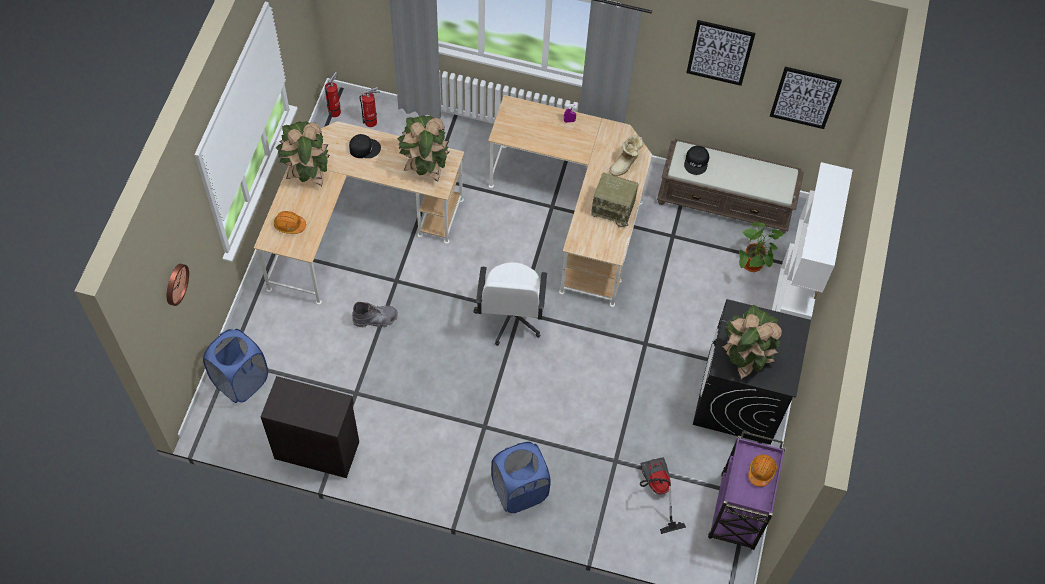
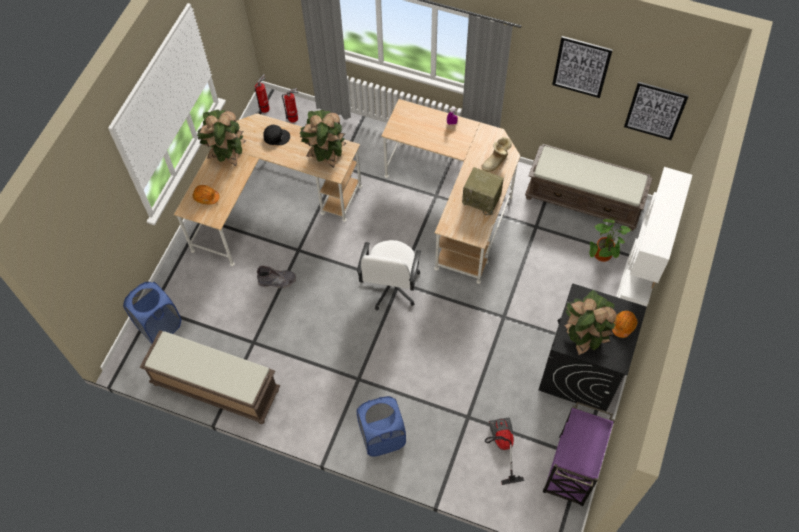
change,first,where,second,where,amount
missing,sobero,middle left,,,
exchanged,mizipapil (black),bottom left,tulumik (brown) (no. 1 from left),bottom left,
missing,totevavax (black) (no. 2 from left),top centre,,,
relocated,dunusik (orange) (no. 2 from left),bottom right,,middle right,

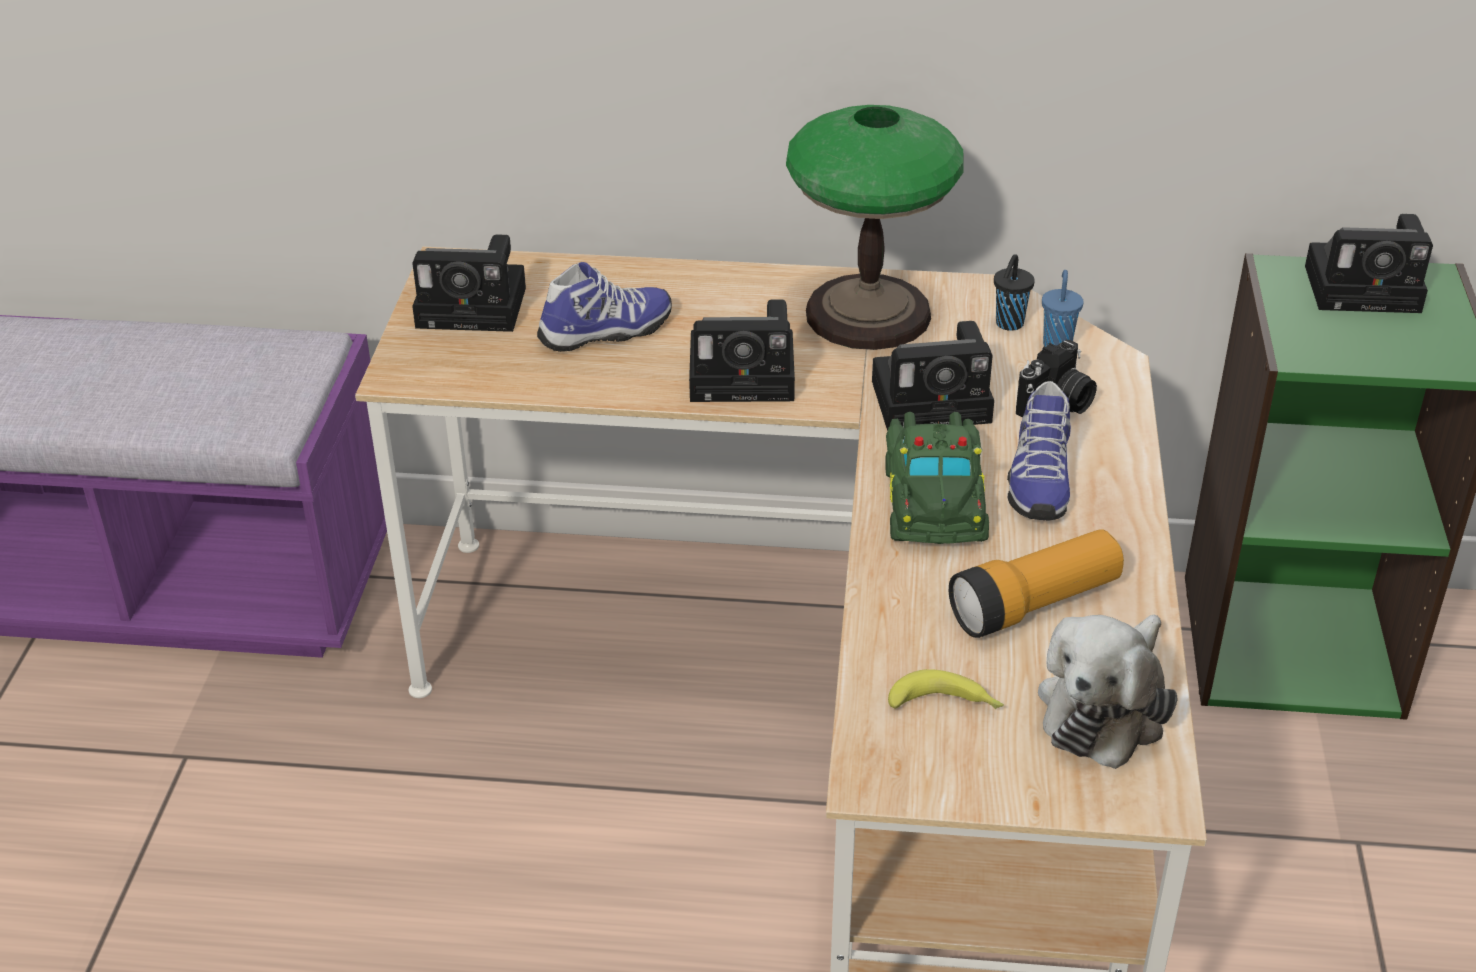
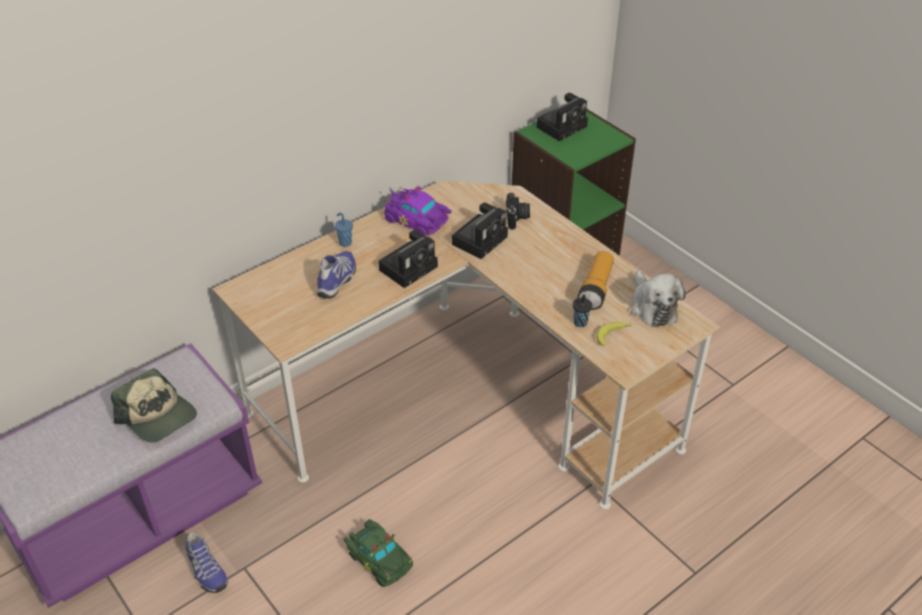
change,first,where,second,where,amount
missing,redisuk (no. 1 from left),top left,,,
exchanged,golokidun,top centre,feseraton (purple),centre,
relocated,feseraton (green),centre,,bottom centre,
relocated,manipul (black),top right,,centre,
relocated,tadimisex (no. 2 from left in the first image),middle right,tadimisex (no. 1 from left),bottom left,
relocated,manipul (blue),top right,,centre,
appeared,,,totevavax,middle left,

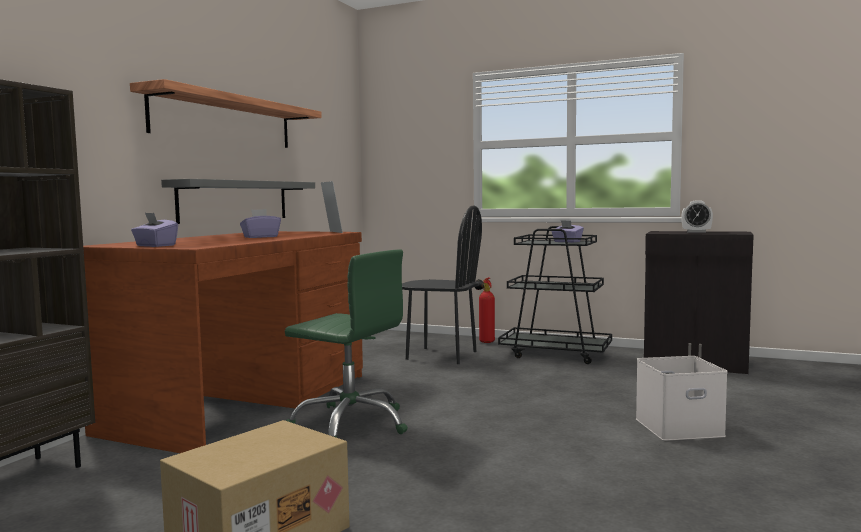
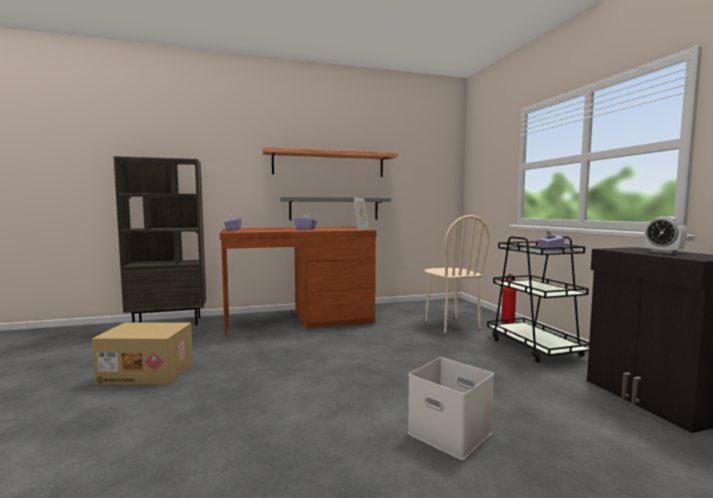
change,first,where,second,where,amount
missing,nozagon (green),centre,,,
colour,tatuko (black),centre,tatuko (beige),centre,

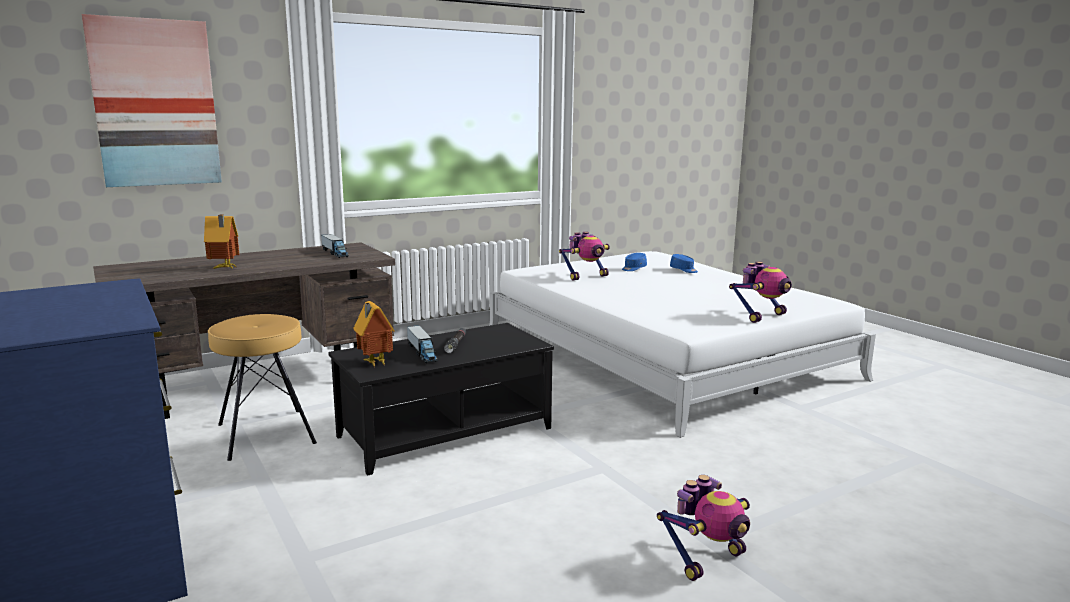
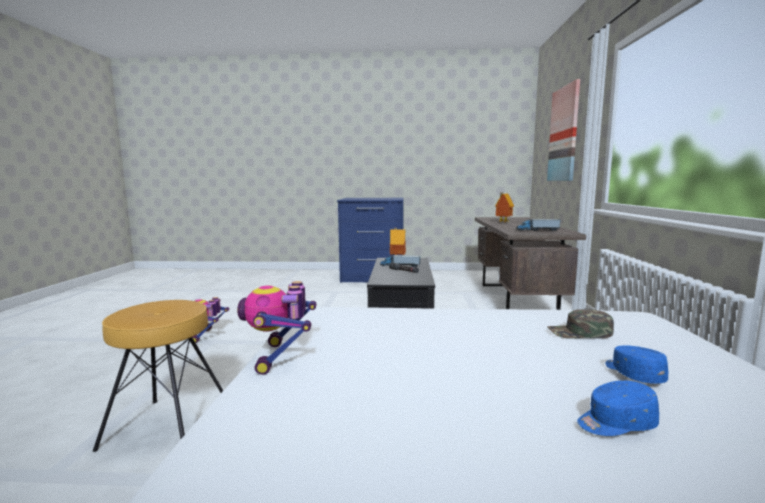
change,first,where,second,where,amount
relocated,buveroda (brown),middle left,,bottom left,
exchanged,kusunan (no. 1 from left),centre,totevavax (green),middle right,

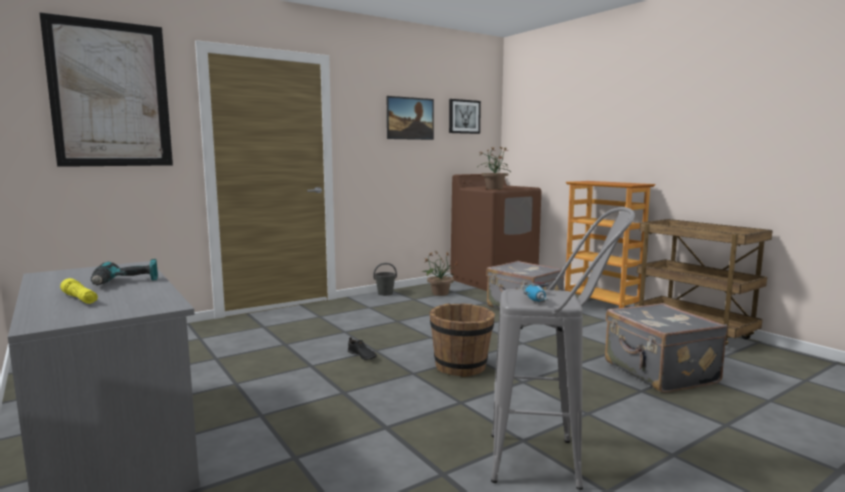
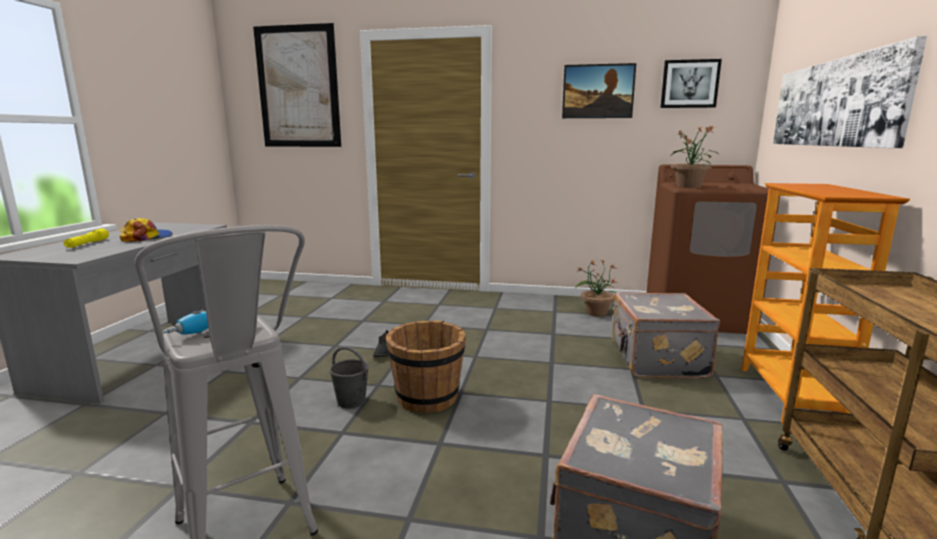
change,first,where,second,where,amount
exchanged,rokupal (no. 1 from left),middle left,totevavax,middle left,
relocated,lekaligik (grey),centre,,bottom centre,
appeared,,,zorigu (no. 4 from left),top right,

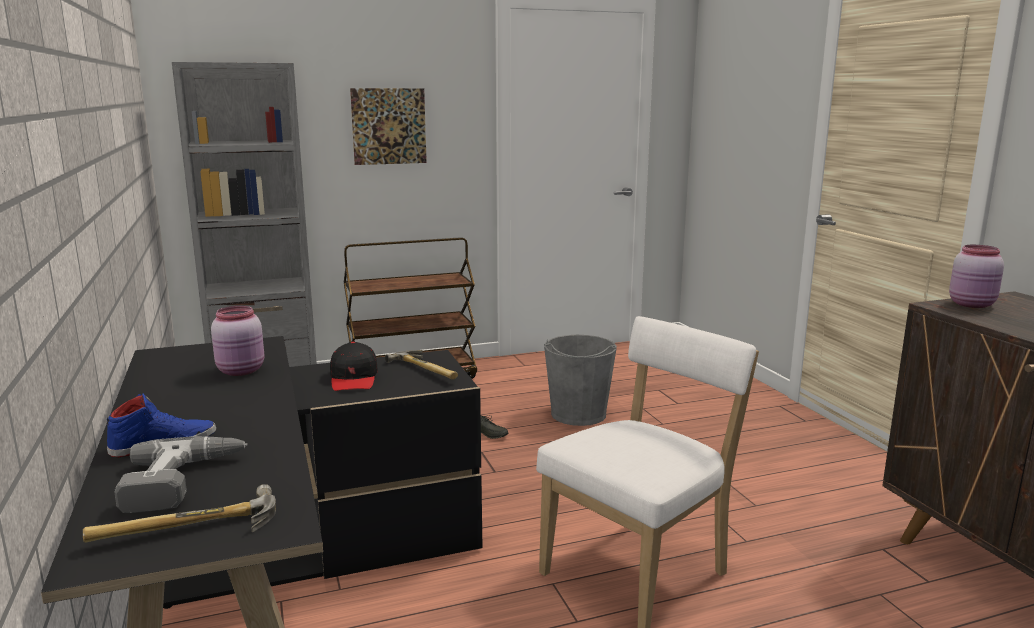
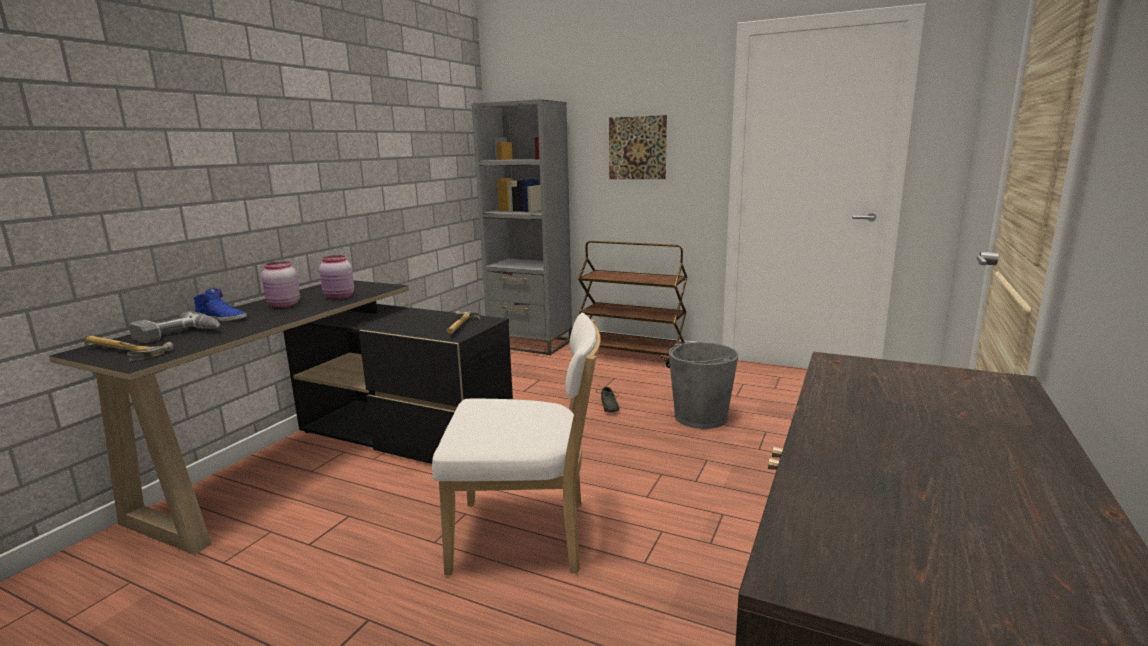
change,first,where,second,where,amount
missing,totevavax (black),centre,,,
relocated,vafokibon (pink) (no. 2 from left in the first image),middle right,vafokibon (pink) (no. 1 from left),middle left,

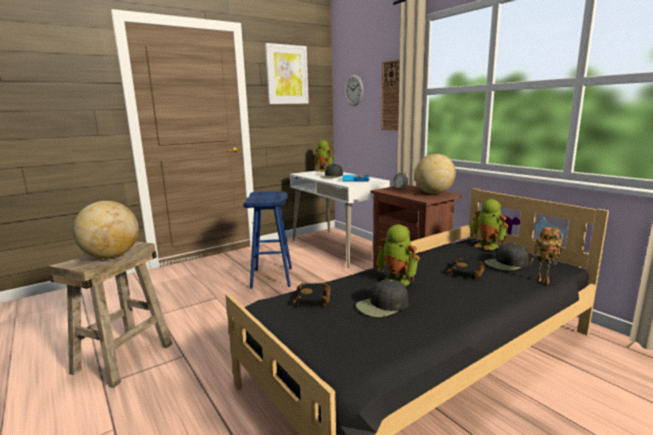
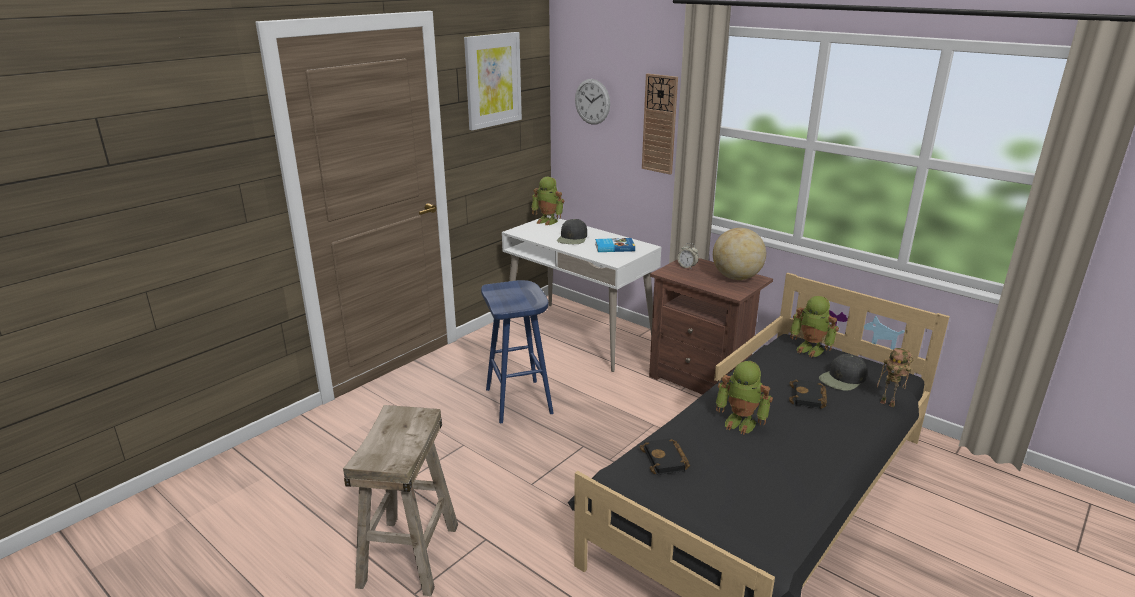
change,first,where,second,where,amount
missing,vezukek (no. 1 from left),middle left,,,
missing,totevavax (black) (no. 2 from left),bottom centre,,,

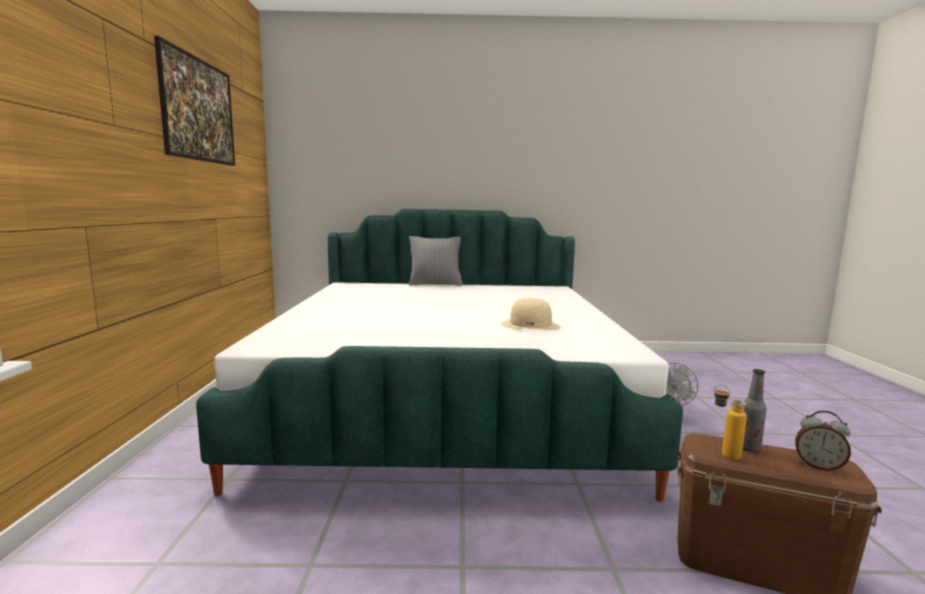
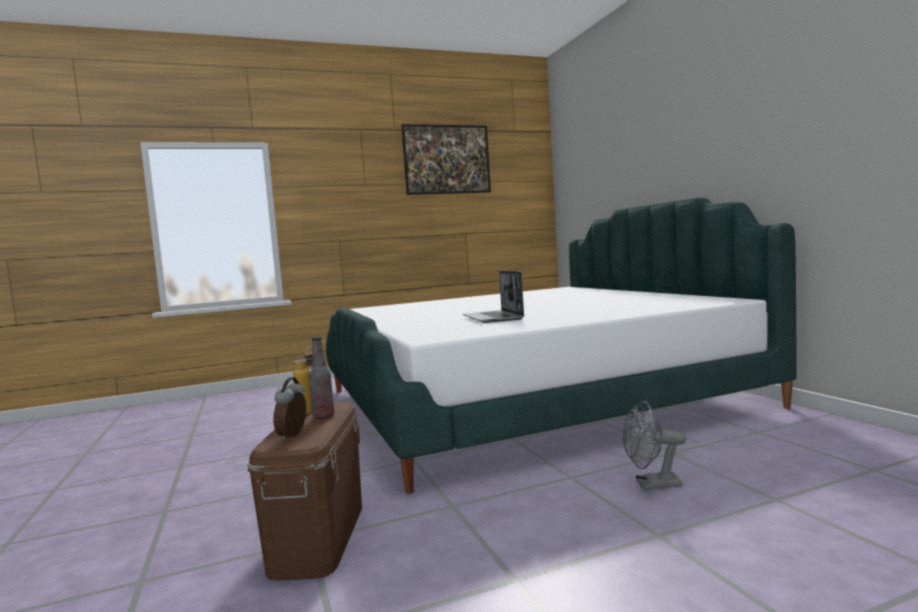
change,first,where,second,where,amount
missing,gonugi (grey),centre,,,
exchanged,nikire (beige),centre,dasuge,centre,

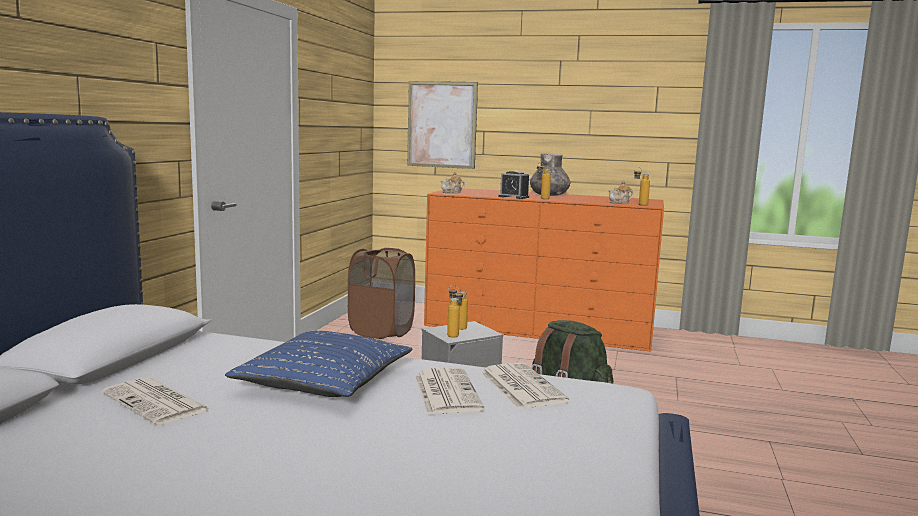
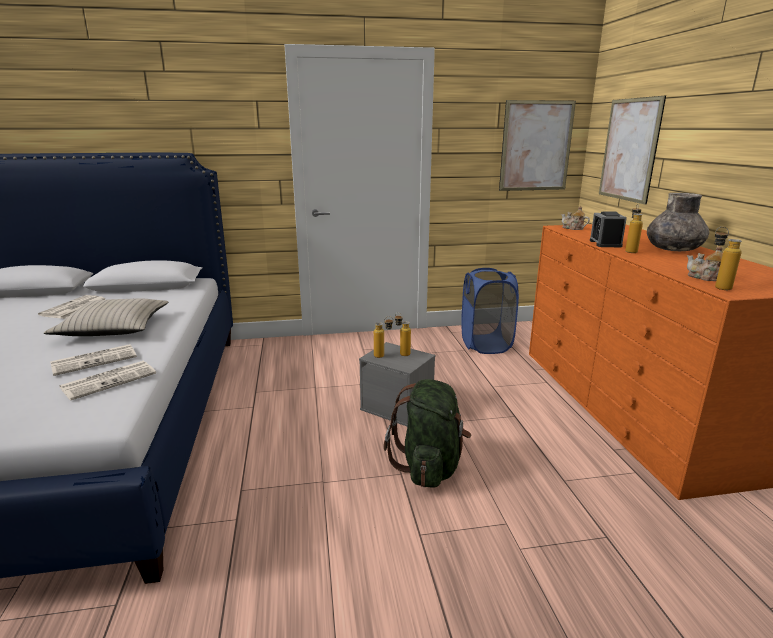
change,first,where,second,where,amount
colour,gonugi (blue),bottom centre,gonugi (beige),middle left,
colour,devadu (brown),centre,devadu (blue),centre,
appeared,,,zorigu (no. 1 from left),top right,

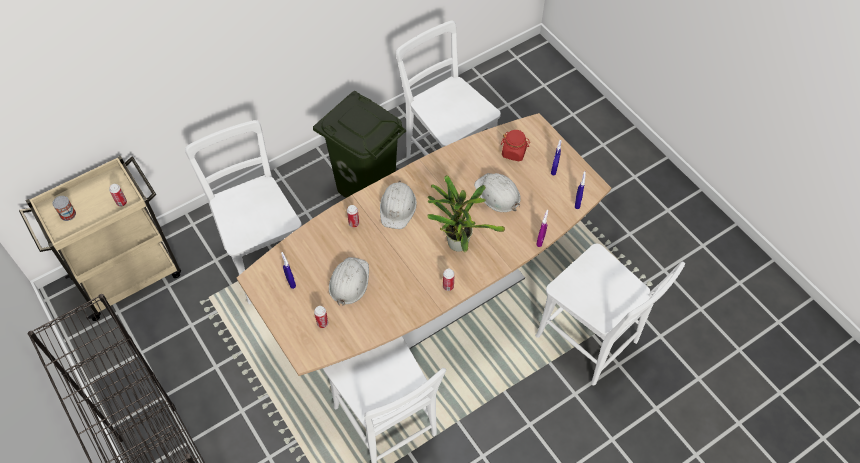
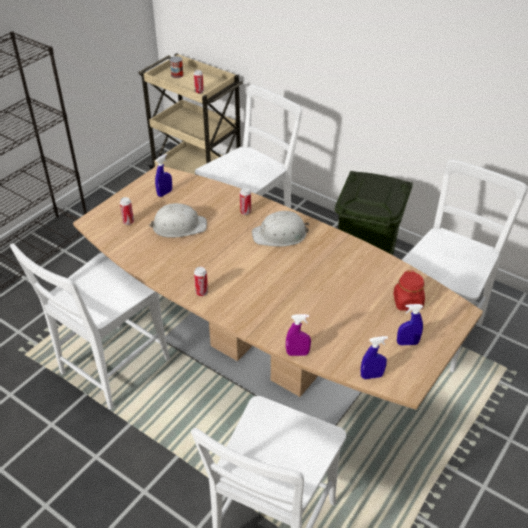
change,first,where,second,where,amount
missing,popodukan,centre,,,
missing,dunusik (white) (no. 3 from left),centre,,,

